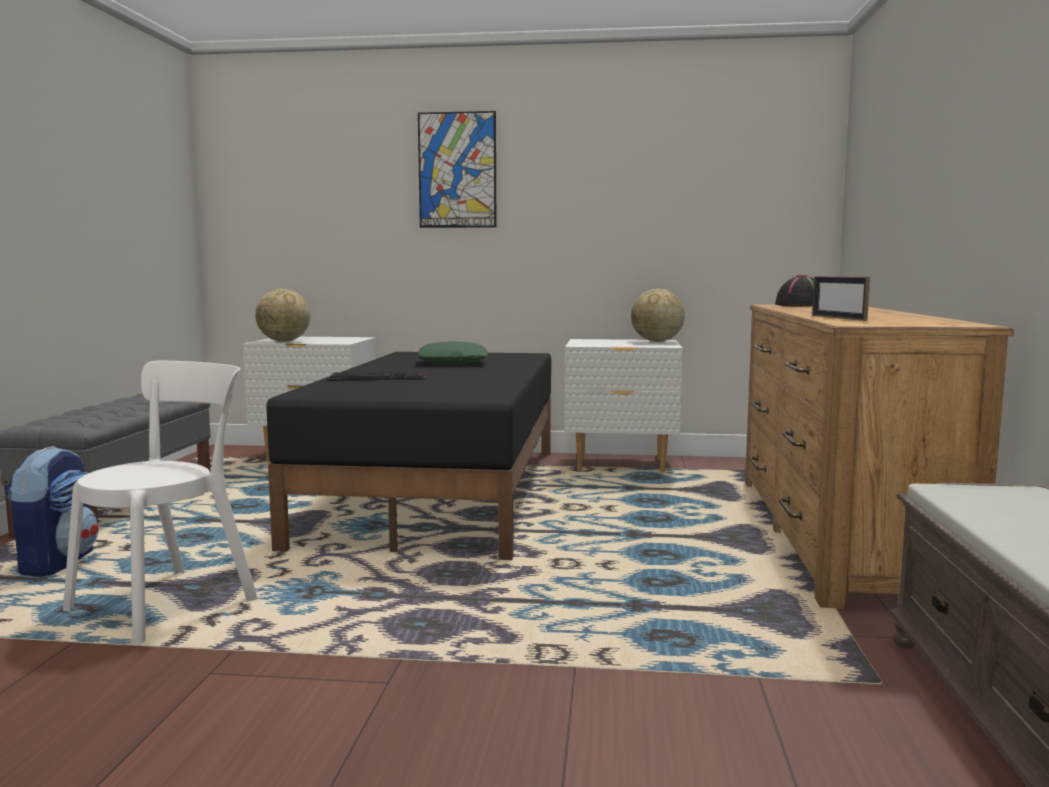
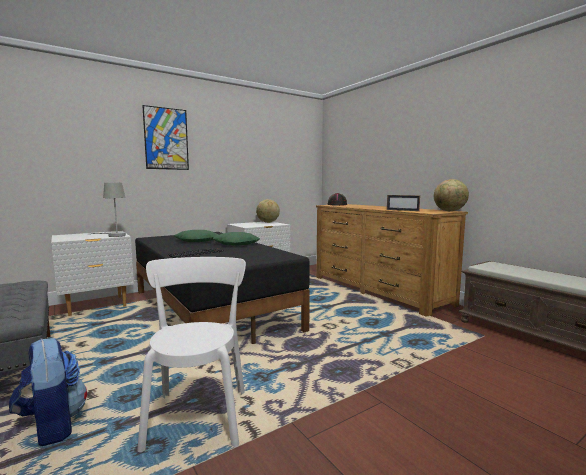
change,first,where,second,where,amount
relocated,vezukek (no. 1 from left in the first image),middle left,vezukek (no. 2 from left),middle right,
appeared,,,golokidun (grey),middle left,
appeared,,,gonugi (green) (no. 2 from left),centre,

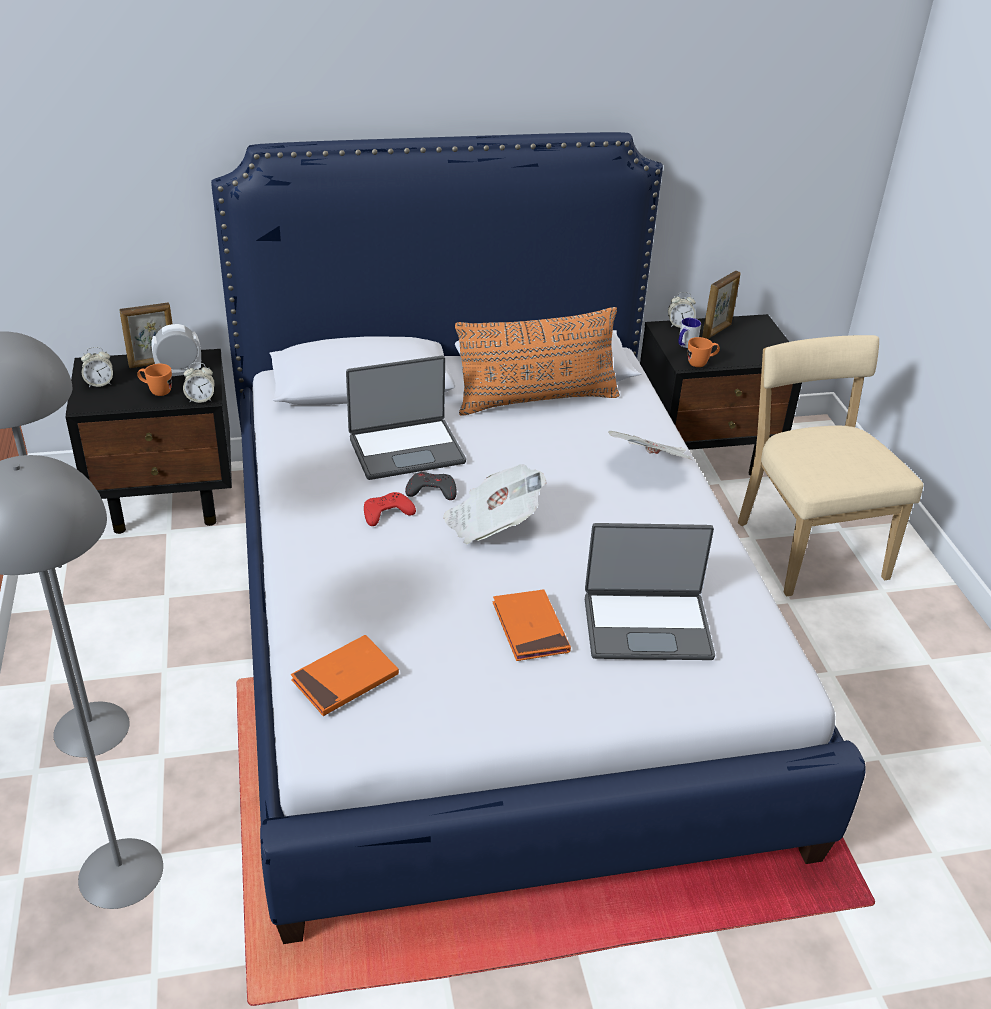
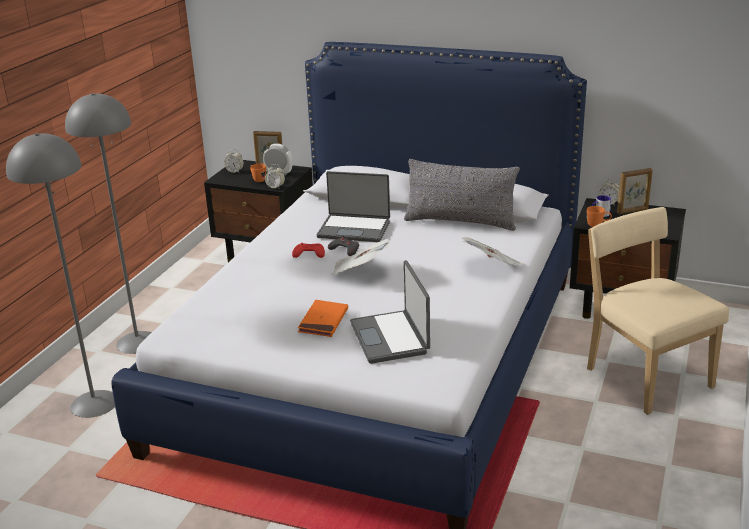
change,first,where,second,where,amount
missing,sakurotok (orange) (no. 1 from left),bottom centre,,,
colour,gonugi (orange),centre,gonugi (grey),centre,
spun,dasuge (no. 2 from left),centre,,centre,45 degrees clockwise
spun,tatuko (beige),middle right,,middle right,45 degrees counterclockwise

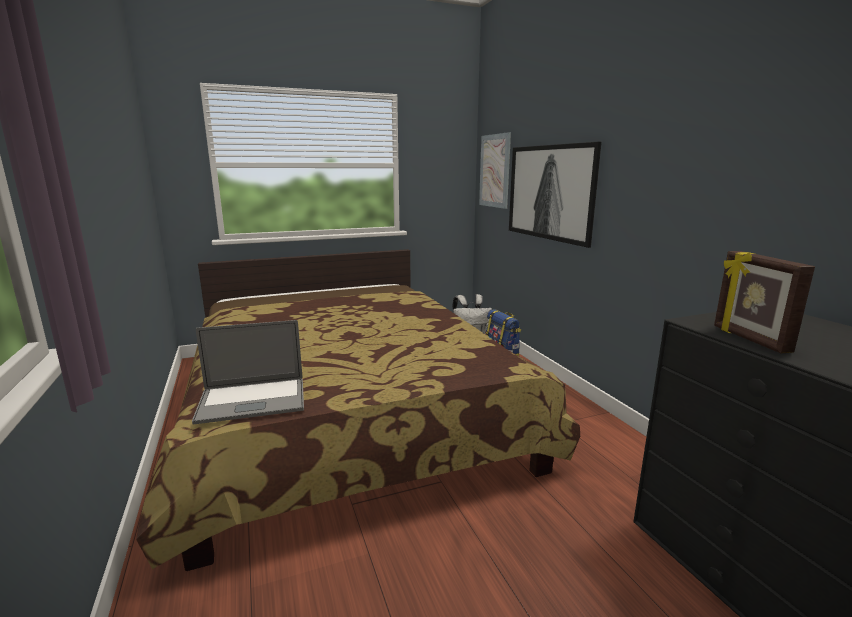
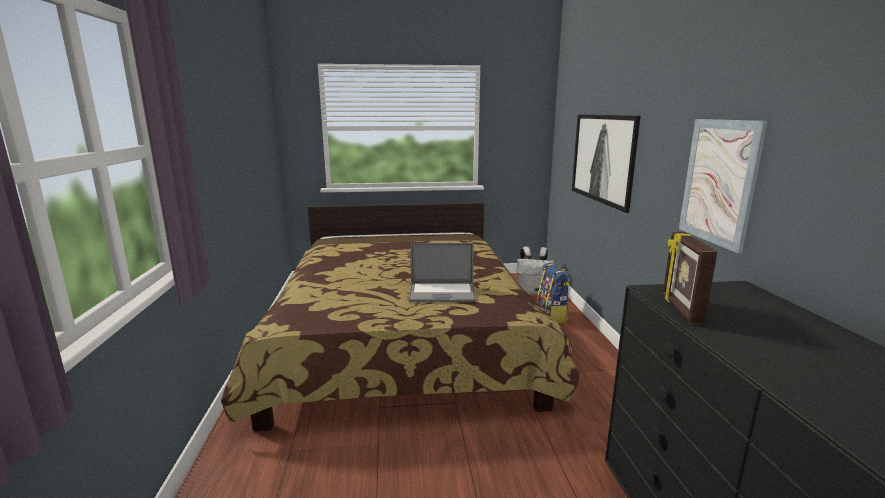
change,first,where,second,where,amount
relocated,dasuge,middle left,,centre,
relocated,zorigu (no. 1 from left in the first image),top centre,zorigu (no. 2 from left),middle right,

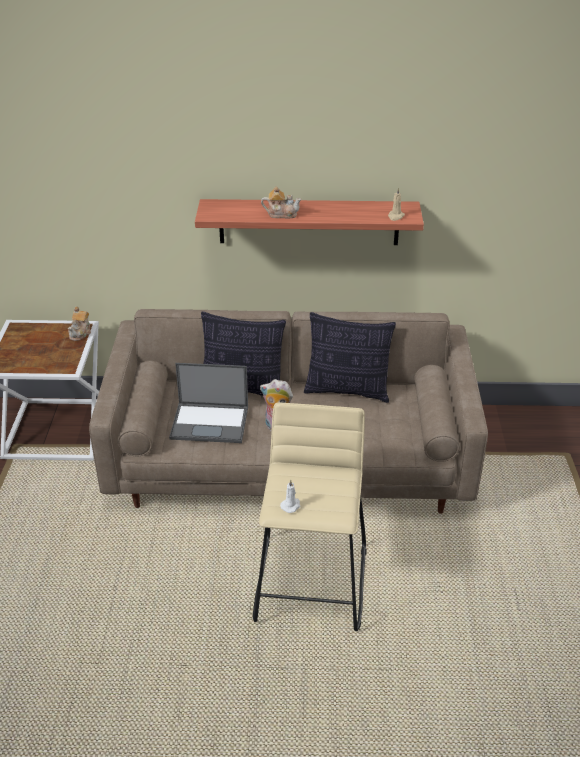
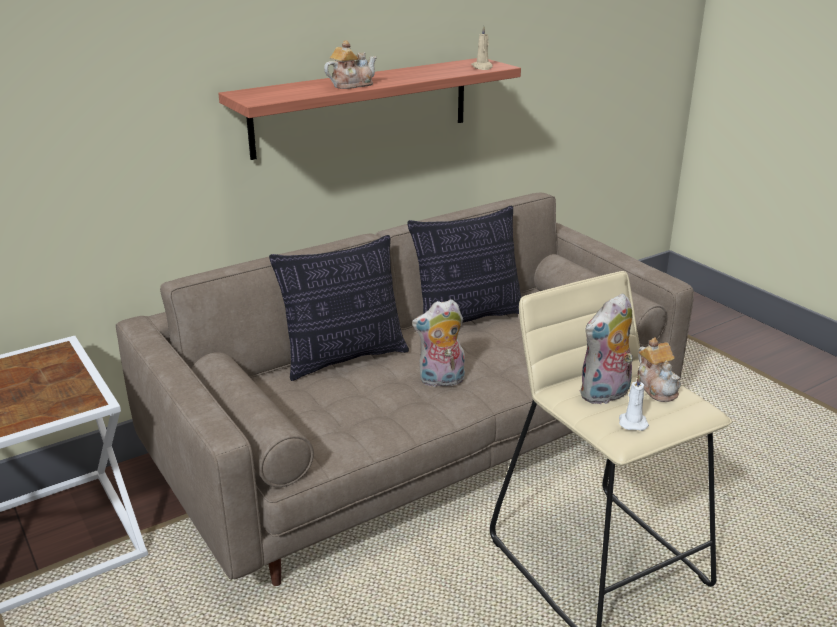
change,first,where,second,where,amount
relocated,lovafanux (no. 1 from left in the first image),middle left,lovafanux (no. 2 from left),middle right,
missing,dasuge,centre,,,
appeared,,,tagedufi (no. 2 from left),middle right,

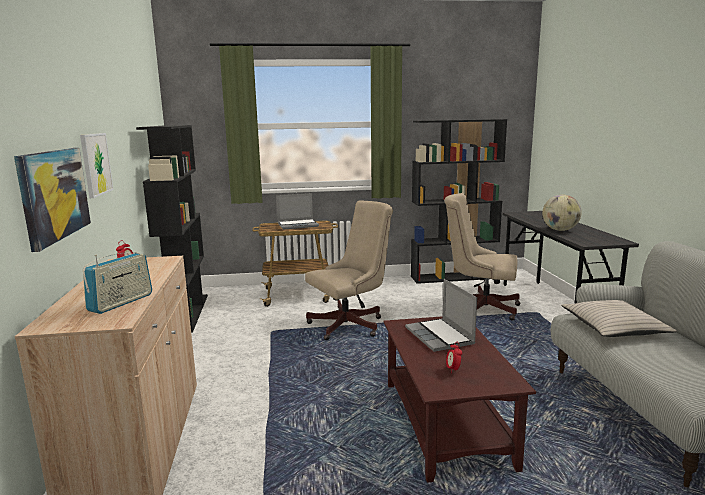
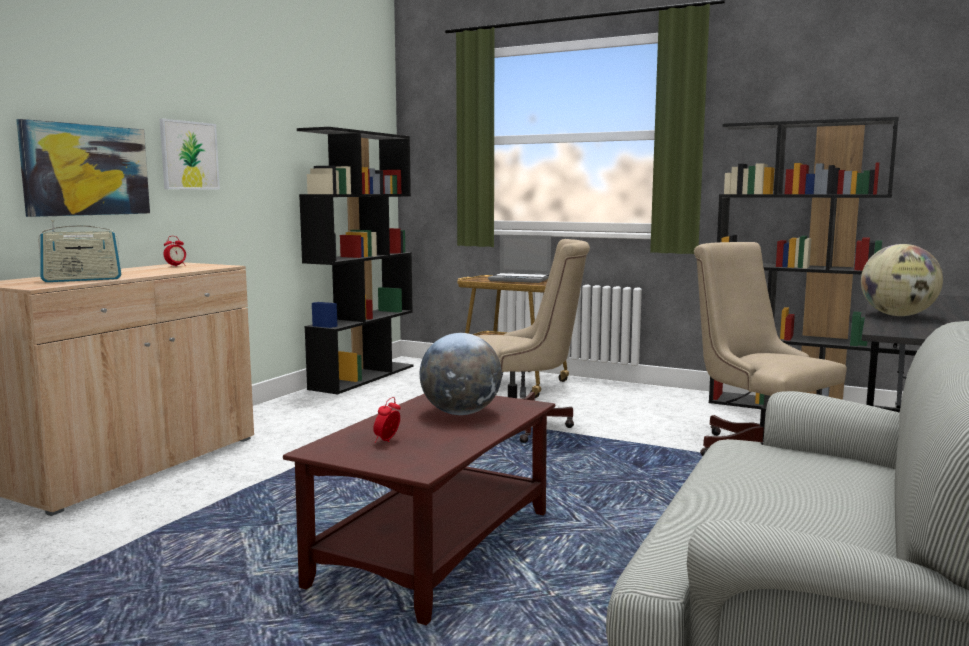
change,first,where,second,where,amount
exchanged,dasuge (no. 2 from left),centre,vezukek (no. 1 from left),centre,
missing,gonugi (beige),middle right,,,

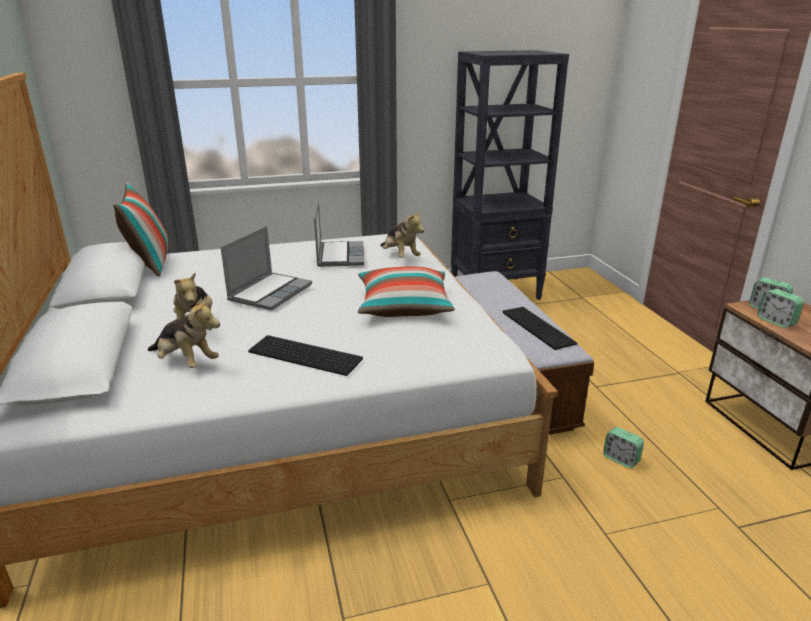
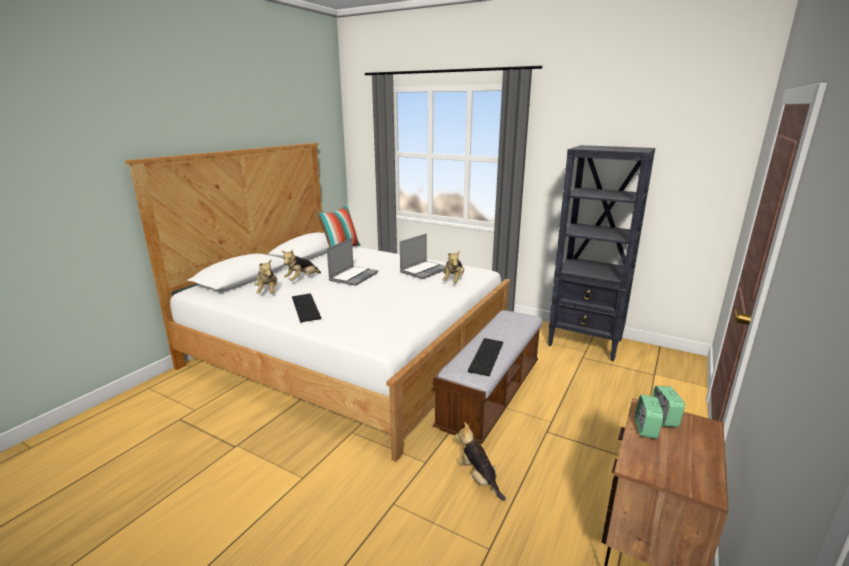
change,first,where,second,where,amount
spun,dasuge (no. 1 from left),middle left,,centre,45 degrees counterclockwise
missing,gonugi (no. 2 from left),centre,,,
exchanged,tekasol (no. 1 from left),bottom right,tagedufi (no. 4 from left),bottom centre,

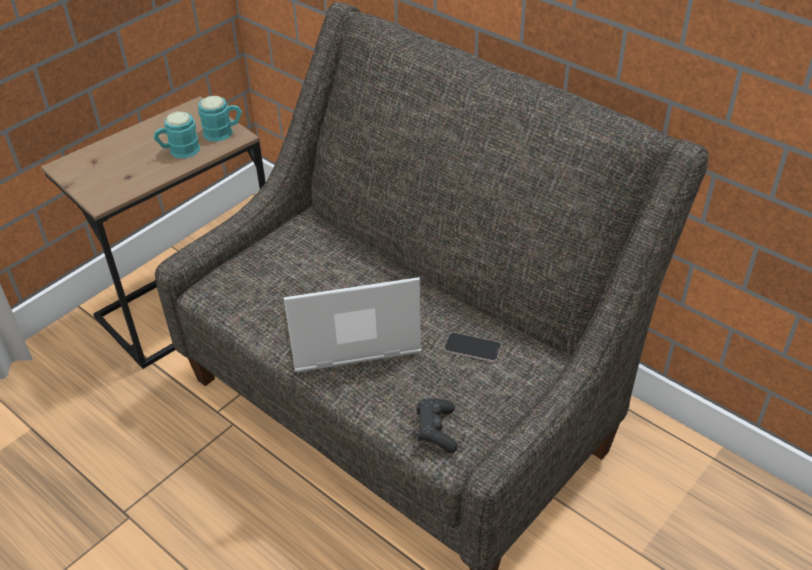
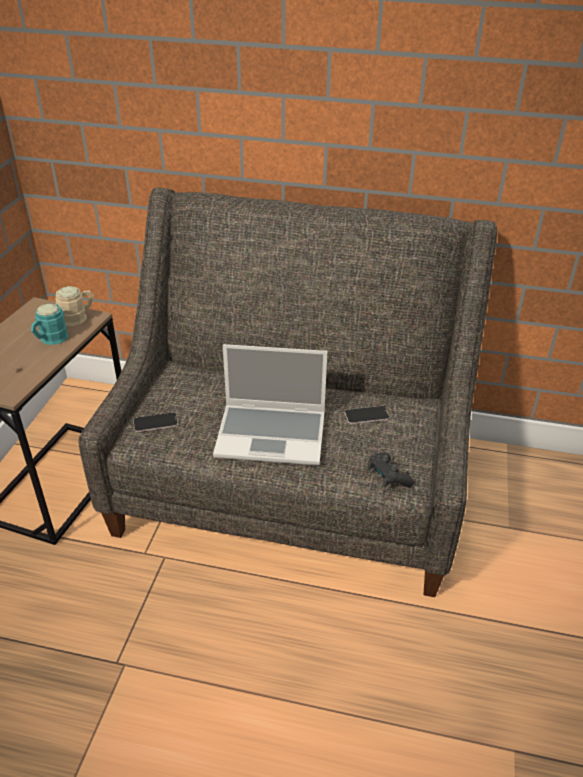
change,first,where,second,where,amount
colour,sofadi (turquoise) (no. 2 from left),top left,sofadi (beige),middle left,
spun,dasuge,centre,,centre,135 degrees counterclockwise
appeared,,,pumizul (no. 1 from left),middle left,

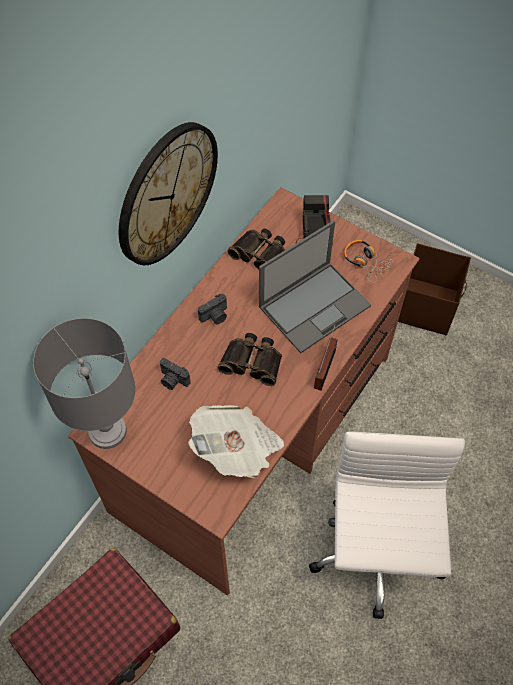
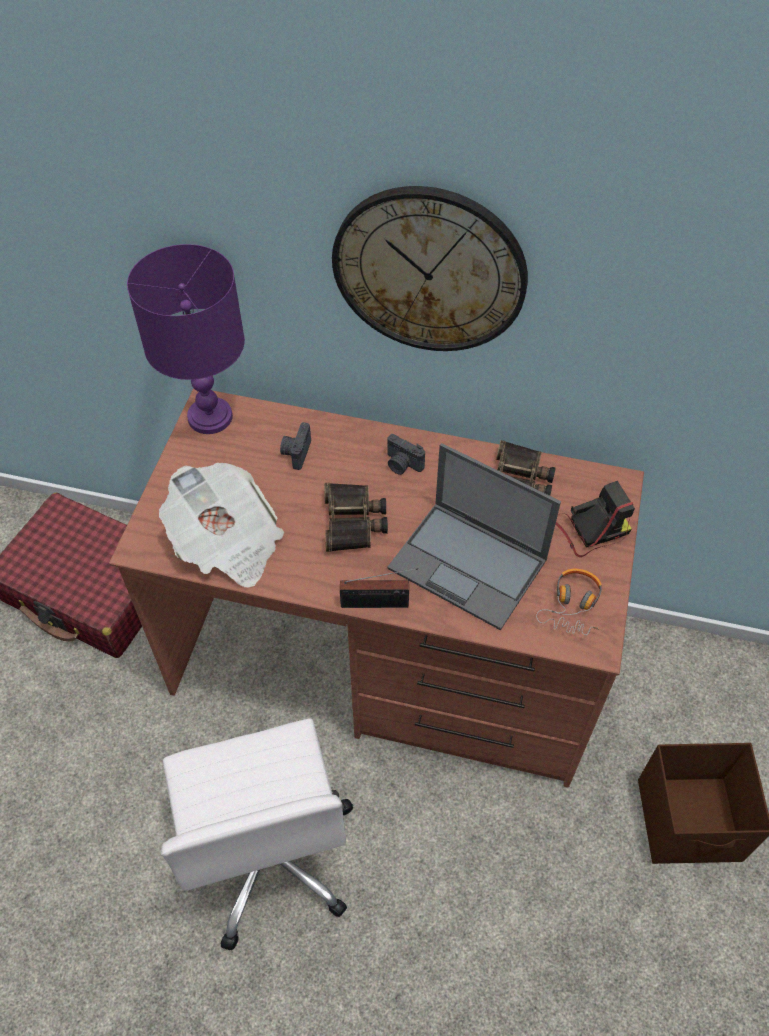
change,first,where,second,where,amount
colour,golokidun (grey),middle left,golokidun (purple),top left,
spun,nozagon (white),bottom right,,bottom centre,90 degrees clockwise

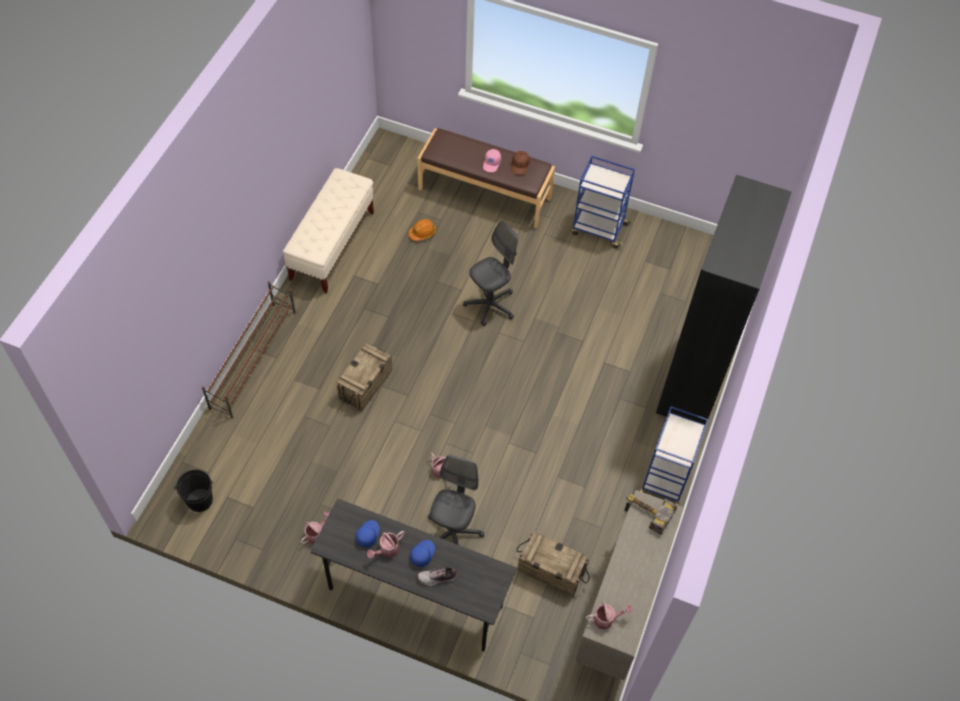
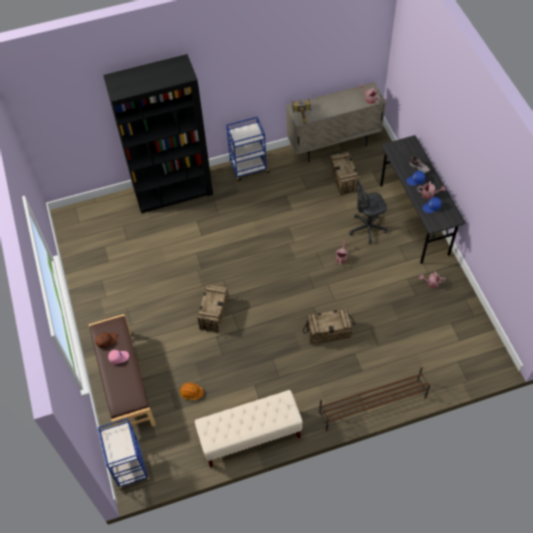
change,first,where,second,where,amount
missing,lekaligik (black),bottom left,,,
exchanged,nozagon (grey) (no. 2 from left),centre,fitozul (no. 1 from left),centre,
relocated,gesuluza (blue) (no. 1 from left),top centre,,bottom left,

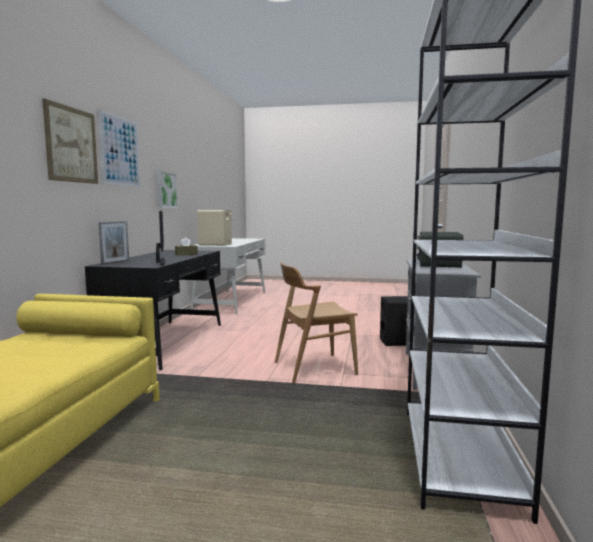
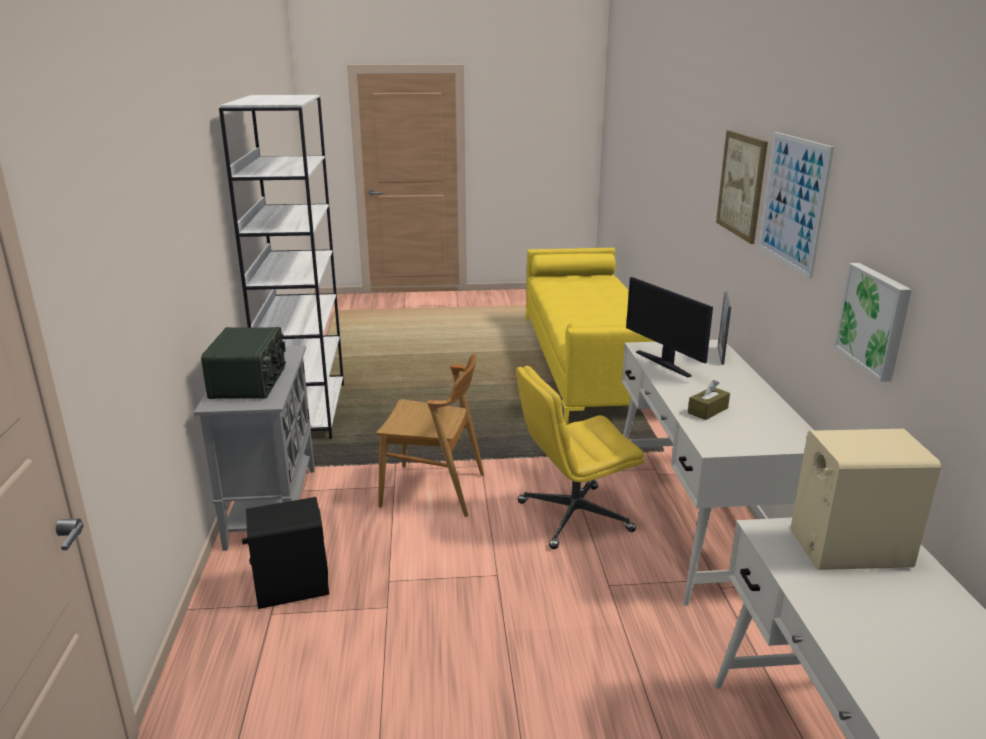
change,first,where,second,where,amount
colour,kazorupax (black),middle left,kazorupax (white) (no. 1 from left),middle right,
spun,tatuko (brown),centre,,centre,45 degrees clockwise
appeared,,,nozagon (yellow),centre,

